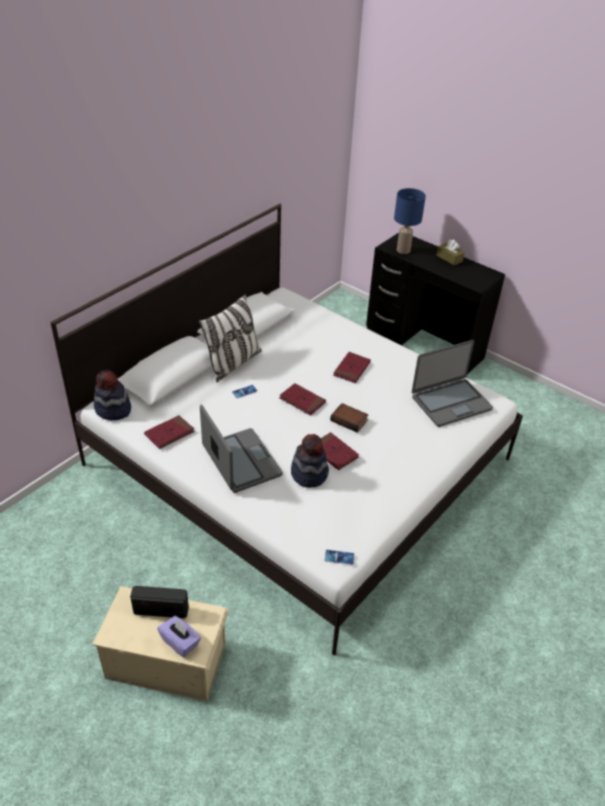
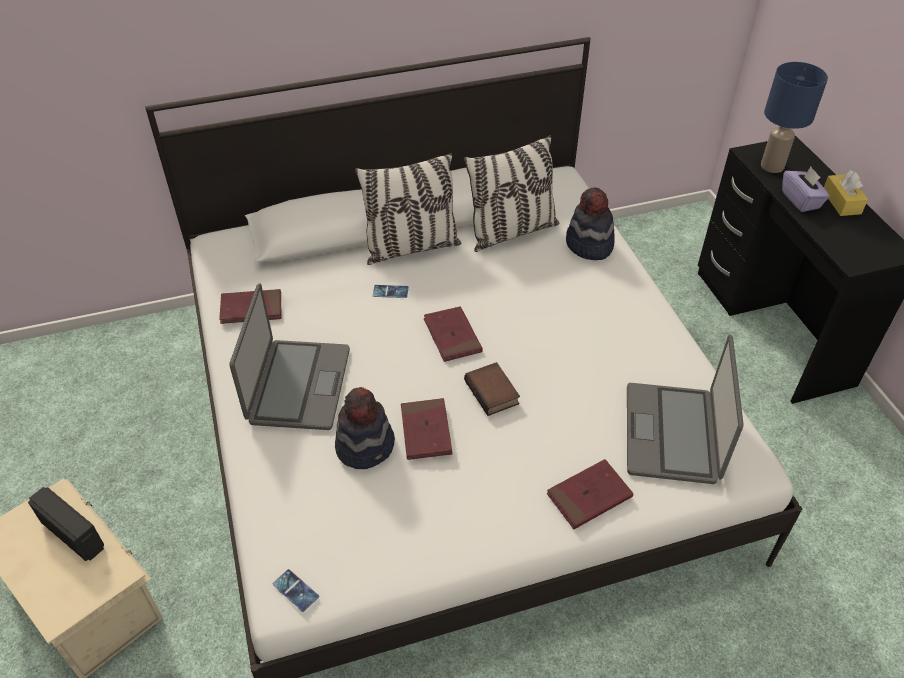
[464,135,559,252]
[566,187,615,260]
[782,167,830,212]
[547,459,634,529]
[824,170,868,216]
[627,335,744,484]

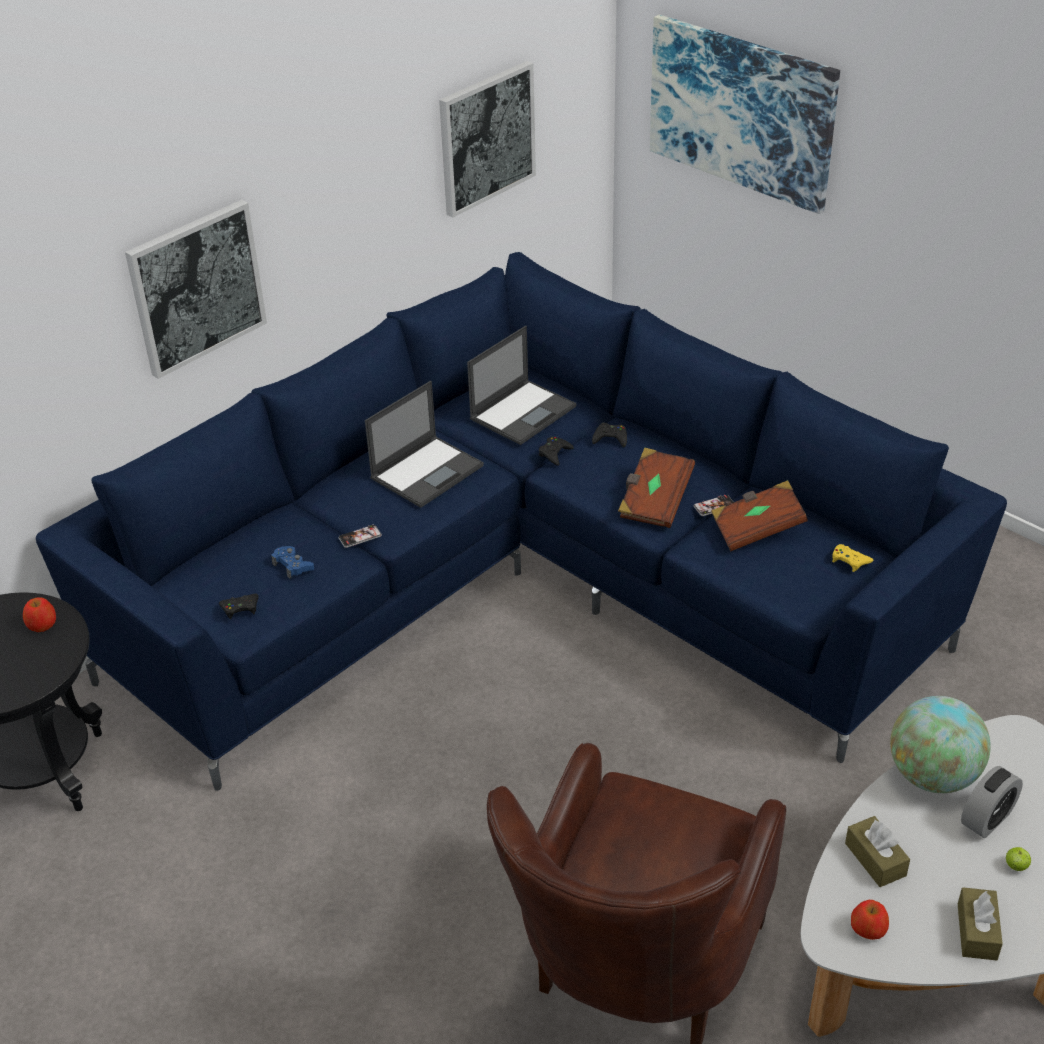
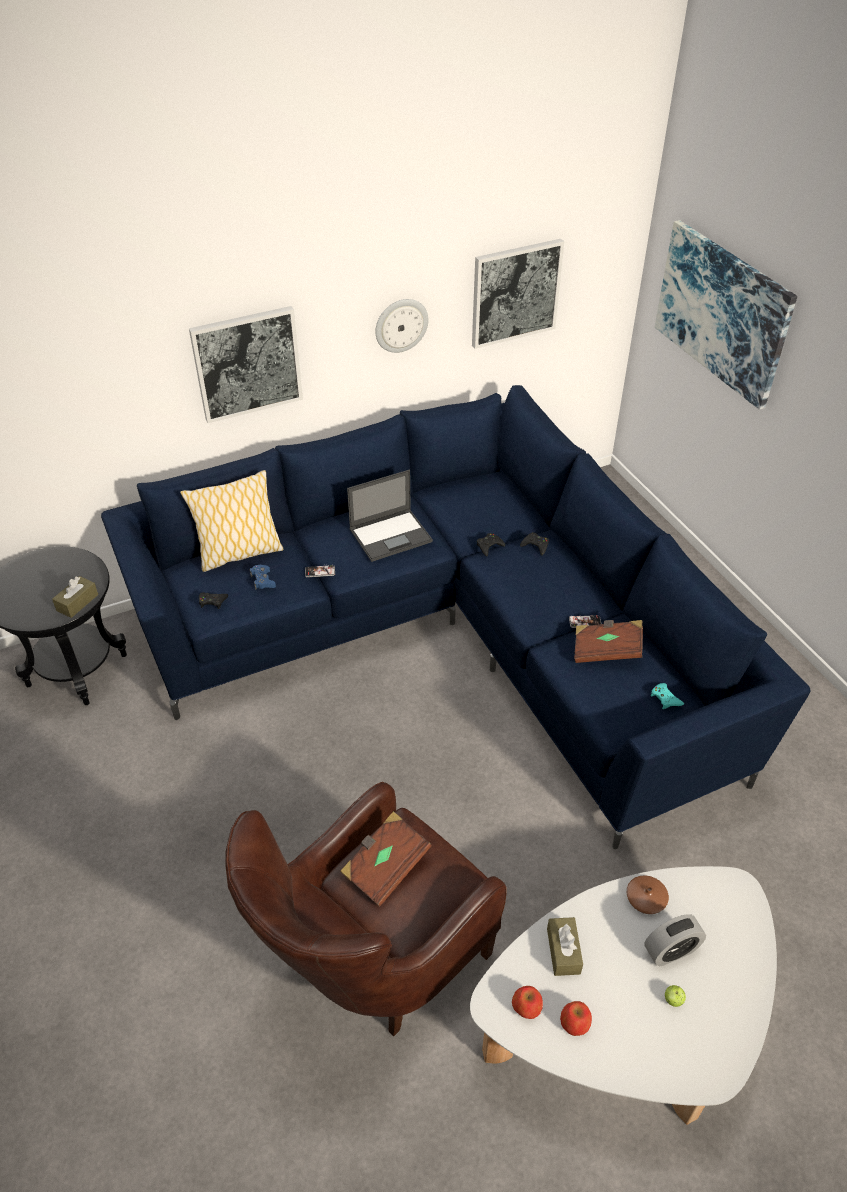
[467,326,577,445] (first image)
[180,470,284,572]
[375,299,428,353]
[560,1001,592,1036]
[340,811,432,907]
[52,576,98,618]
[627,875,669,914]
[651,683,684,709]

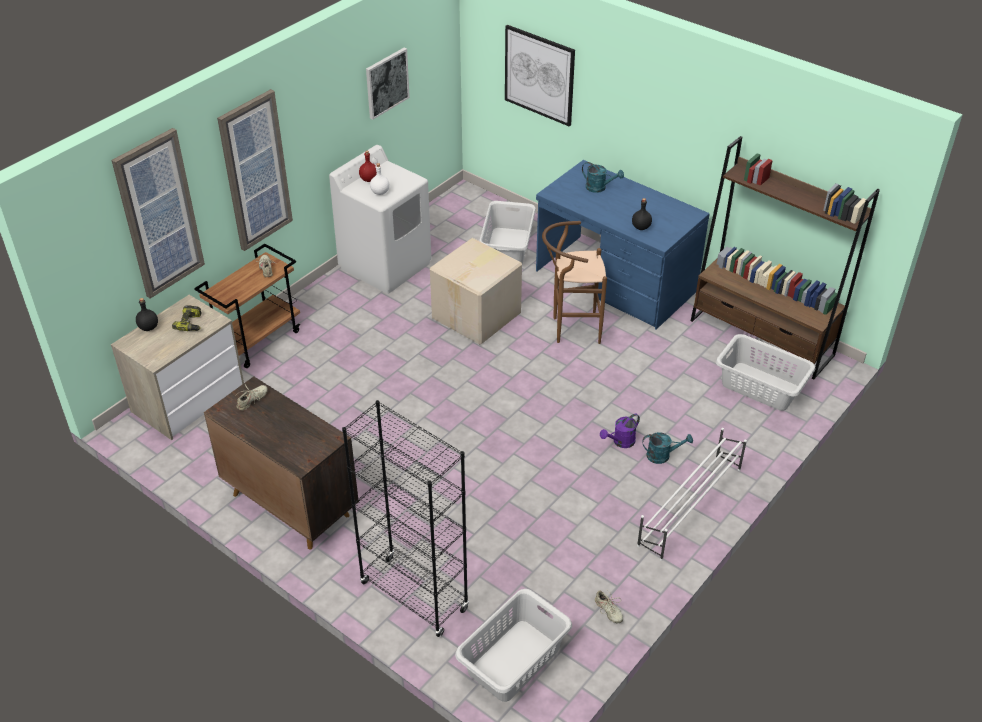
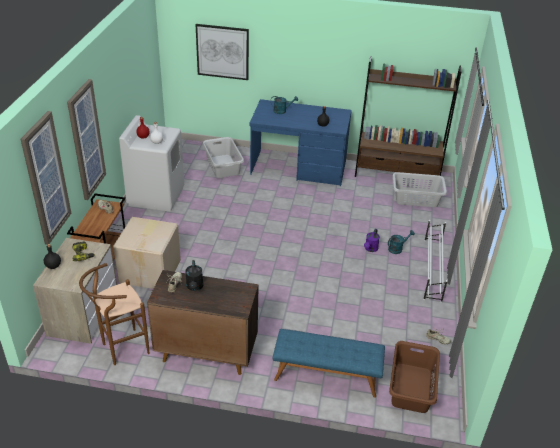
[366,48,410,120] (first image)
[185,260,203,291]
[113,217,181,289]
[79,263,149,365]
[272,329,385,398]
[389,341,440,413]

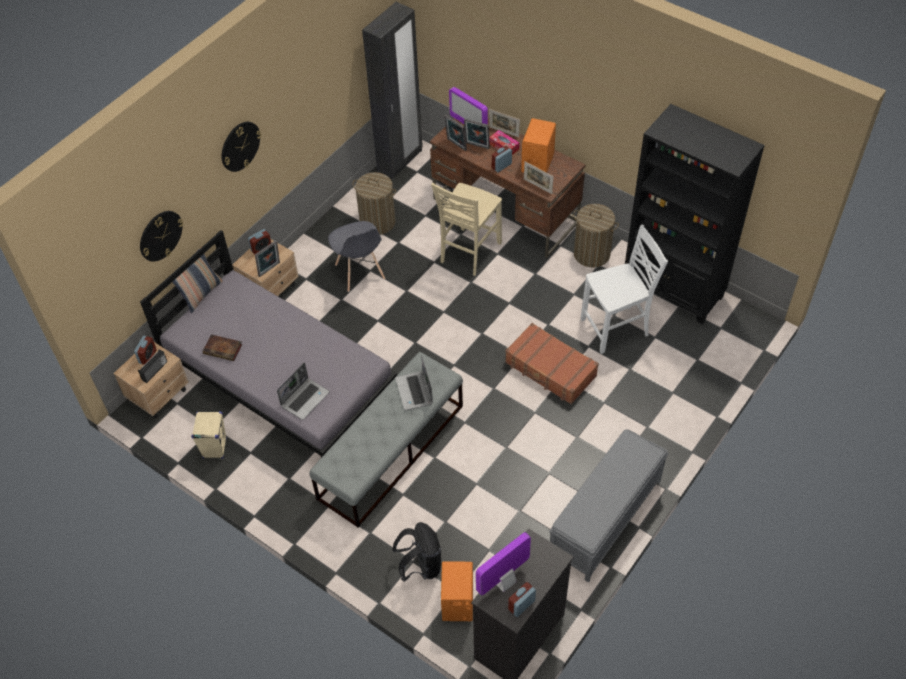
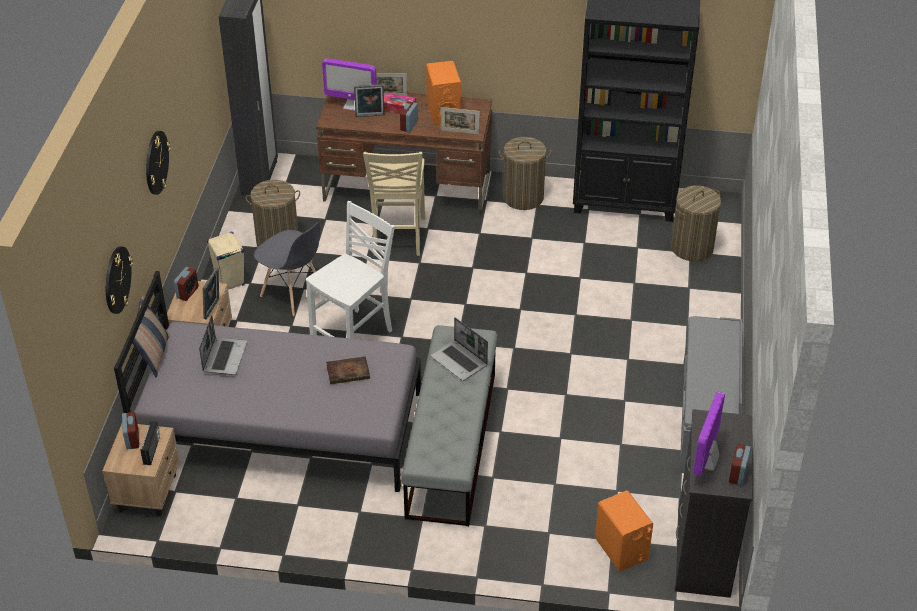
[393,522,442,582] (first image)
[444,115,467,151] (first image)
[505,323,599,404] (first image)
[671,186,721,261]
[207,232,245,290]
[326,356,370,384]
[199,315,247,375]
[306,201,395,339]

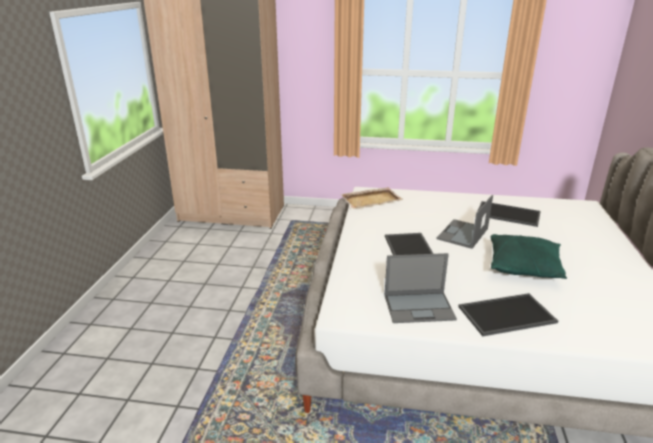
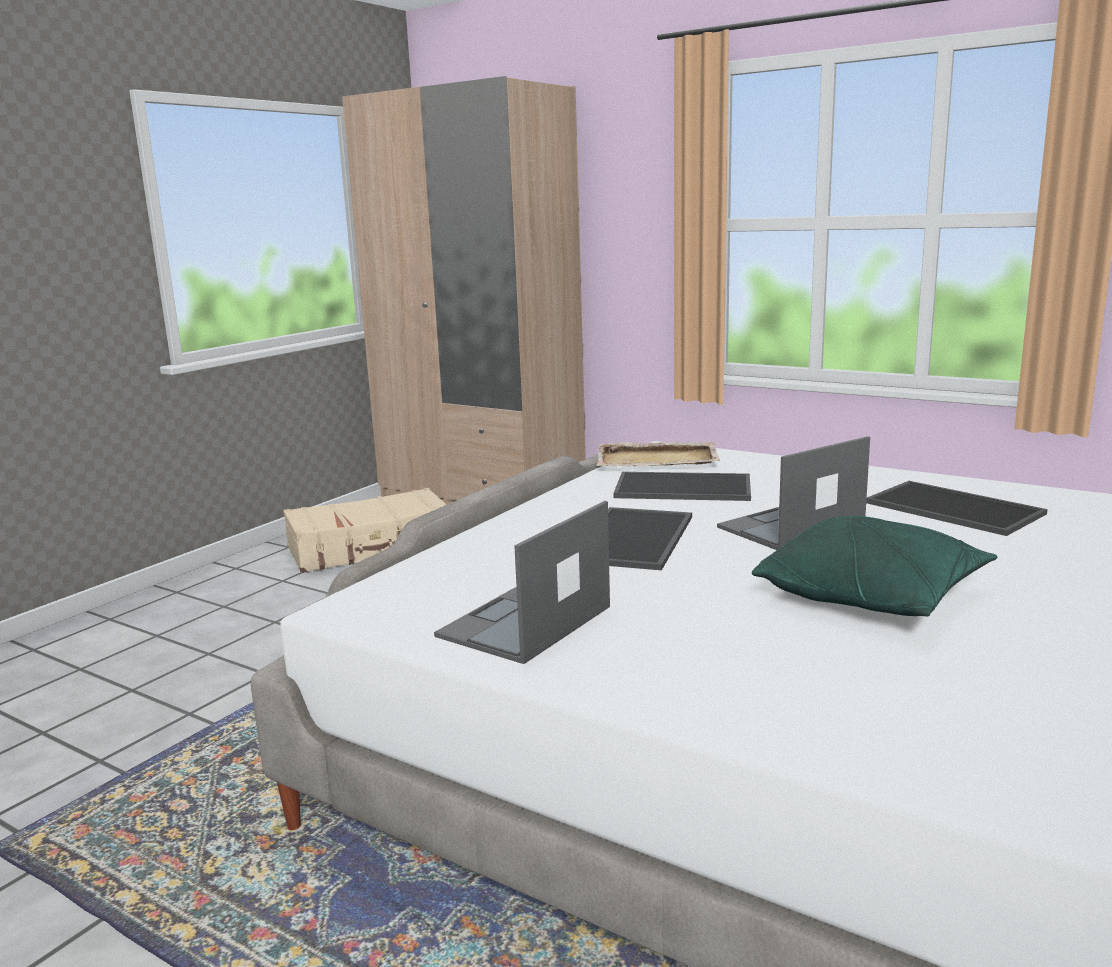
[284,488,447,573]
[613,472,751,501]
[434,501,610,664]

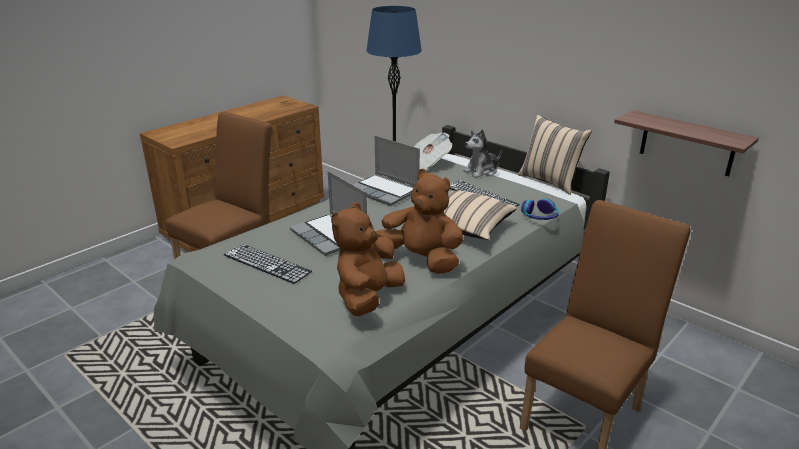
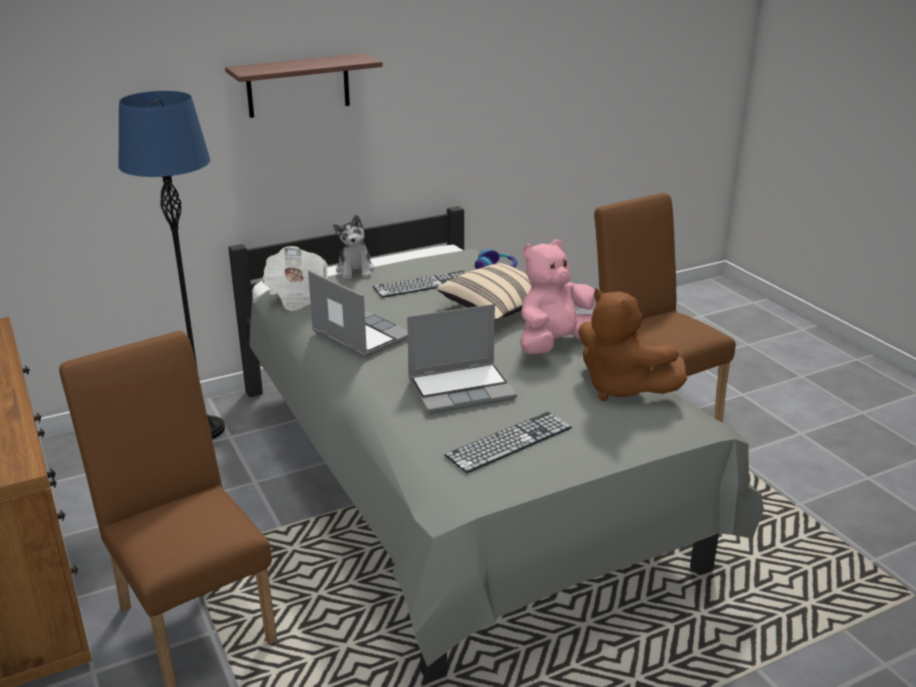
[518,115,592,195] (first image)
[225,53,383,118]
[520,239,595,355]
[308,270,408,357]

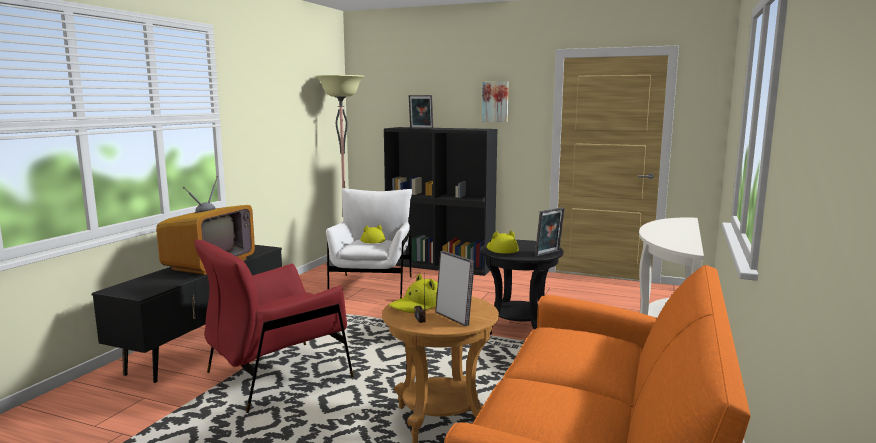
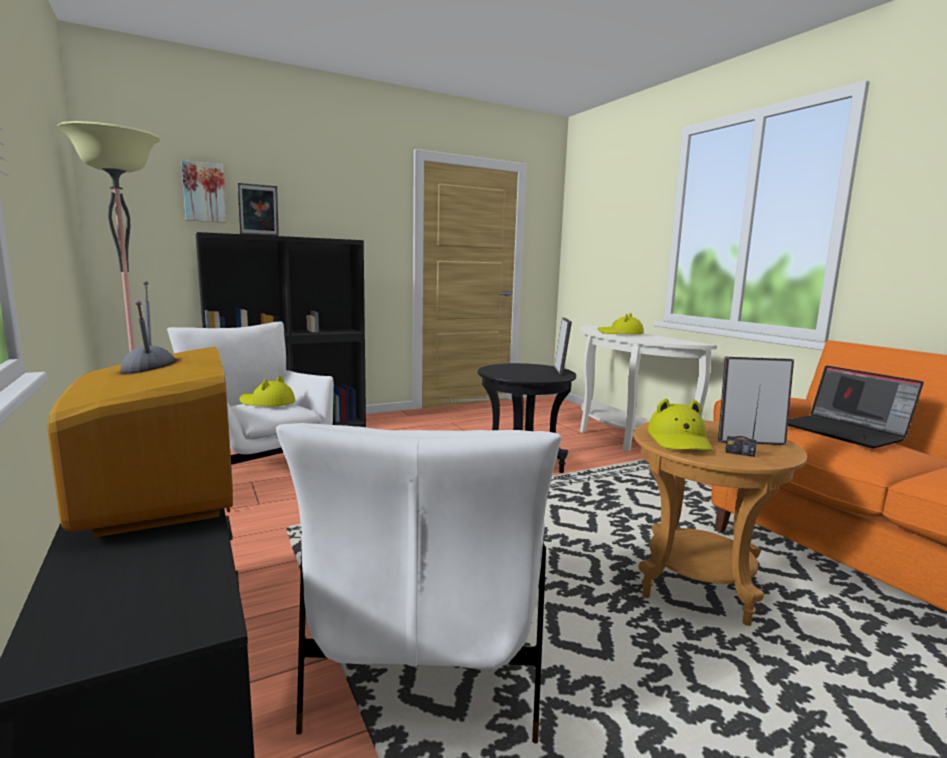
[788,366,924,448]
[181,160,227,223]
[597,313,644,334]
[276,423,562,743]

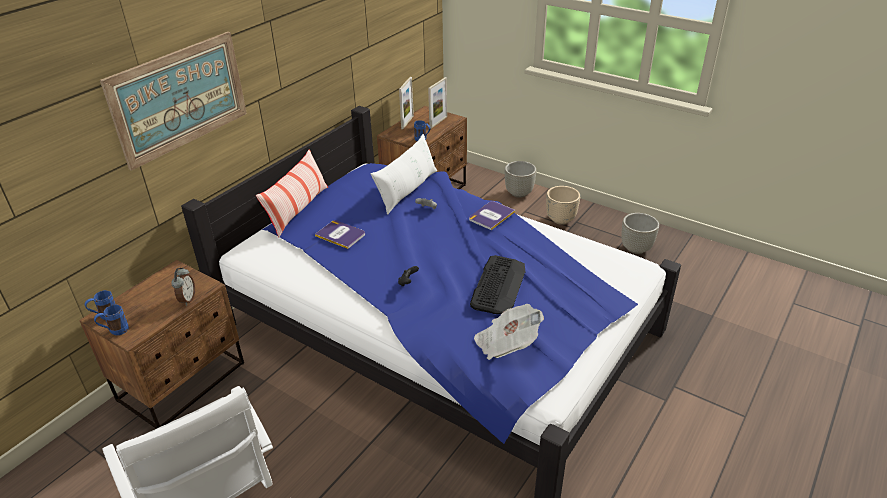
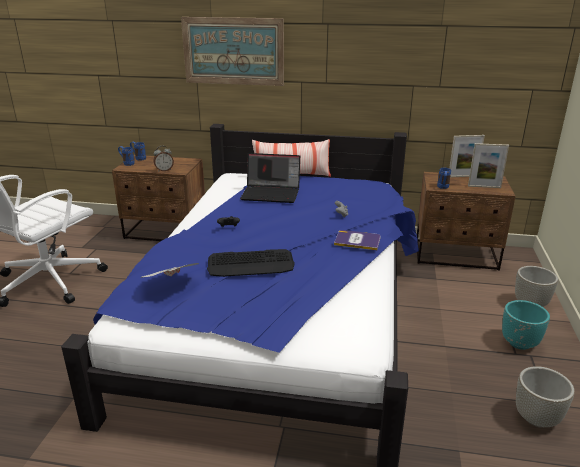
[371,134,437,215] (first image)
[240,153,300,203]
[502,300,550,350]

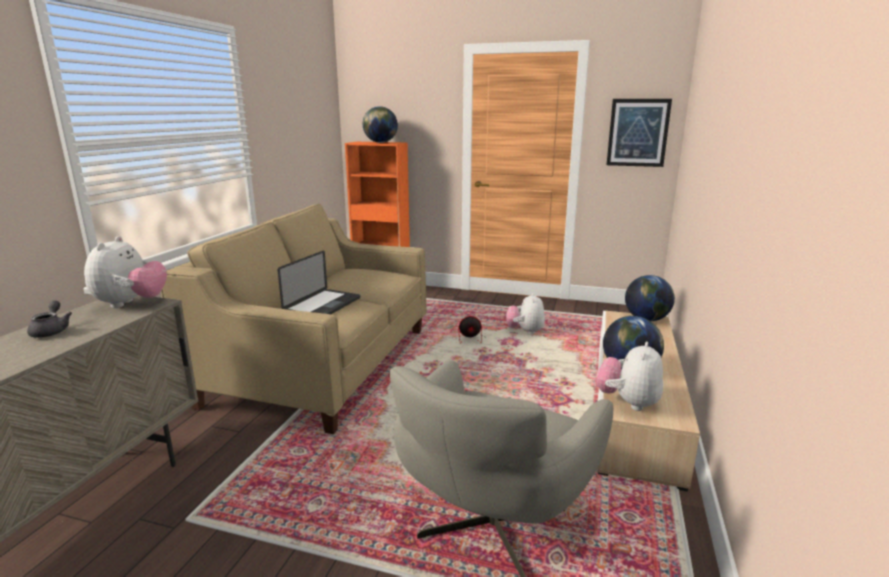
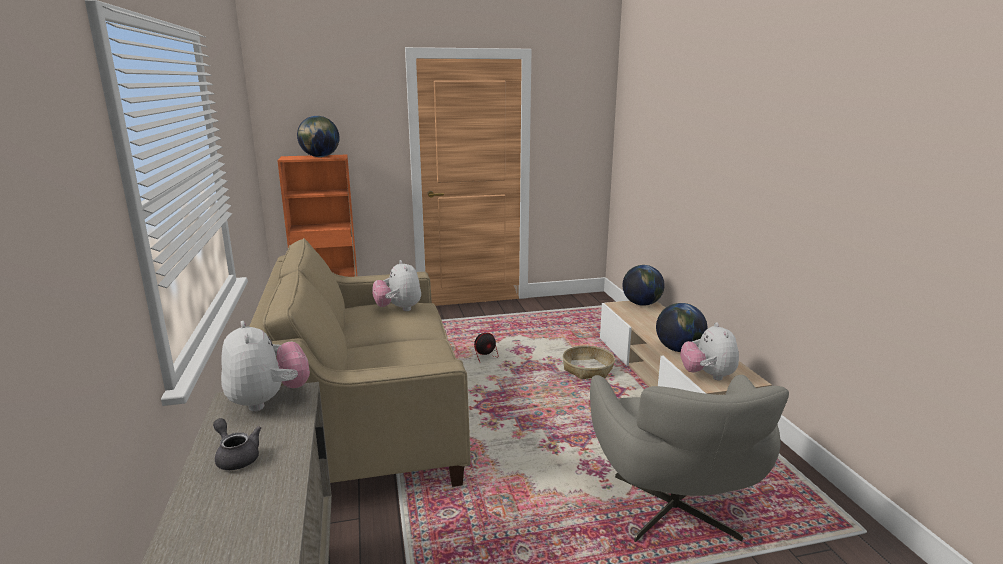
[278,251,360,314] (first image)
[607,99,672,167] (first image)
[563,346,615,379]
[372,260,421,311]

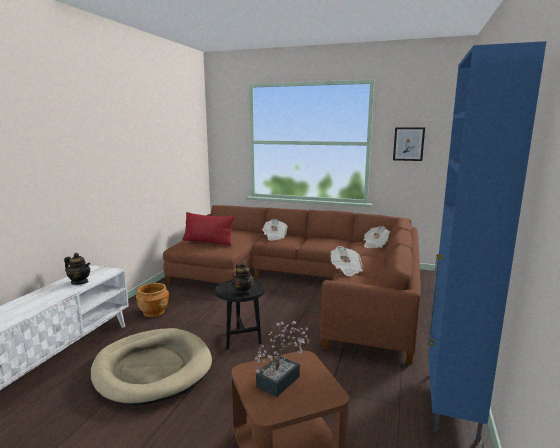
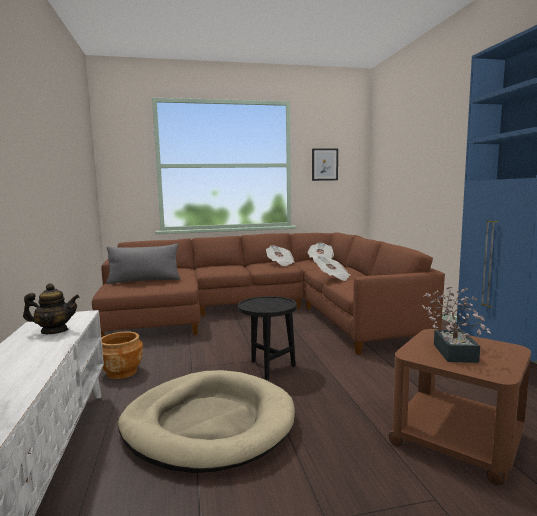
[231,262,254,295] (first image)
[266,245,295,266]
[107,244,180,284]

